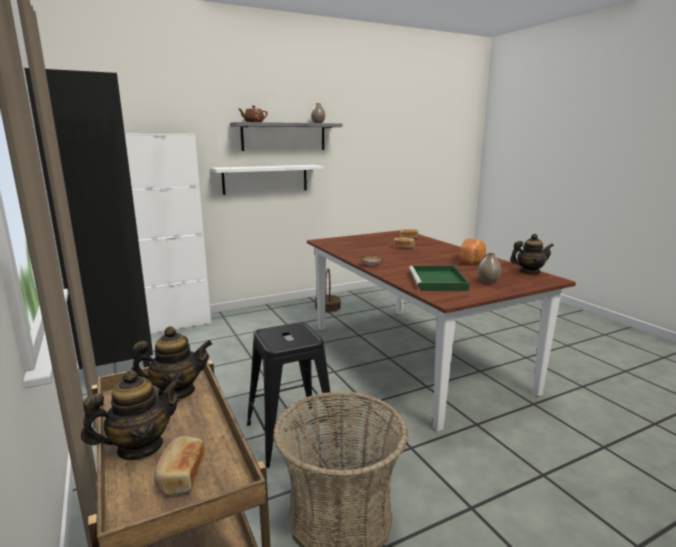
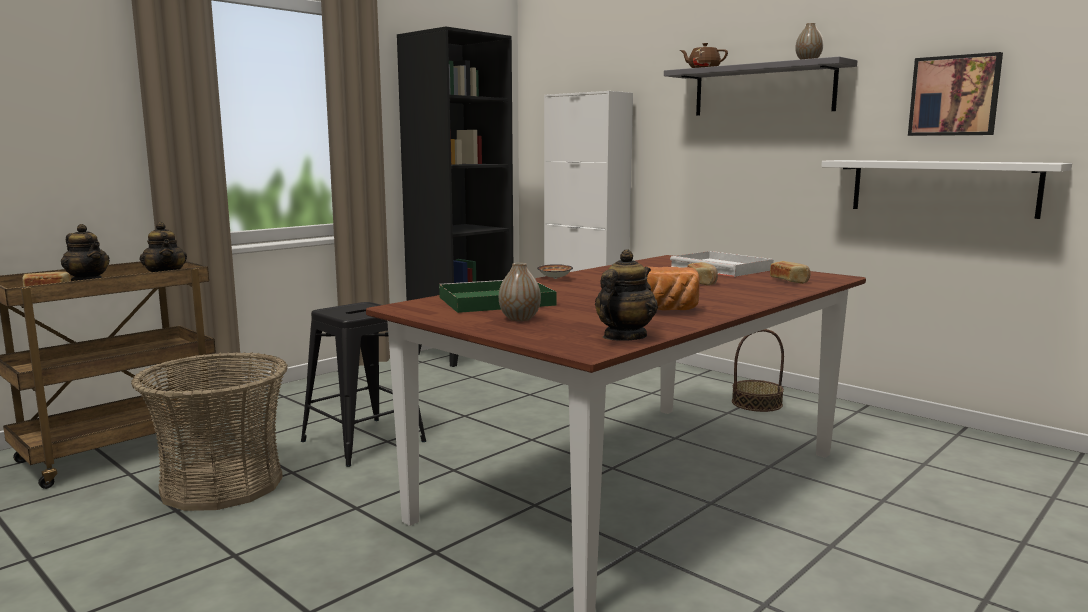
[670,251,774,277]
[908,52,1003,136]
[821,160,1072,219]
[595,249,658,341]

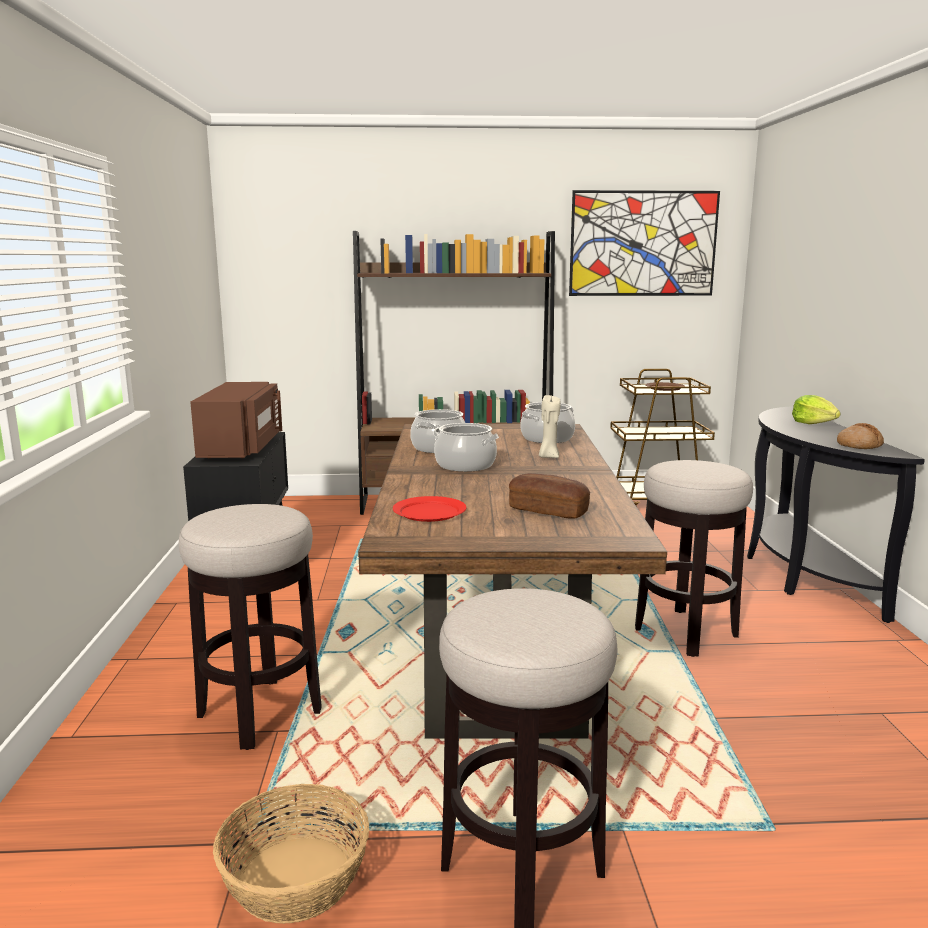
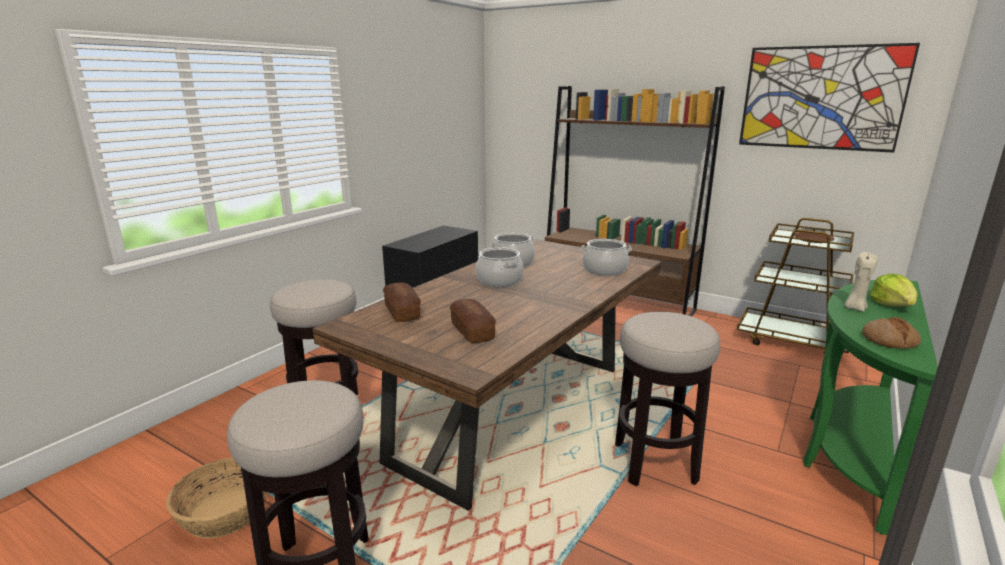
[190,382,282,458] (first image)
[844,252,878,312]
[383,283,421,322]
[803,280,938,535]

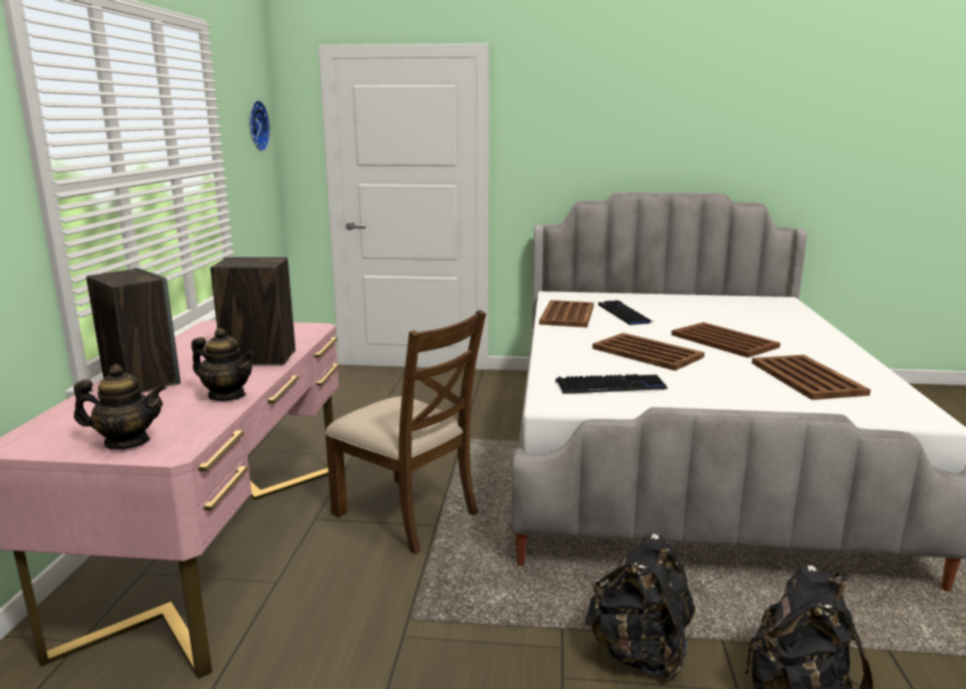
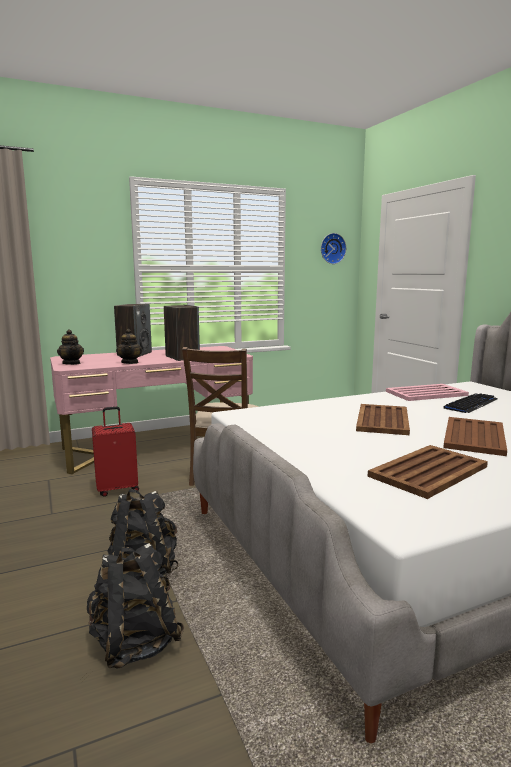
[556,374,668,394] (first image)
[92,407,139,497]
[386,384,469,401]

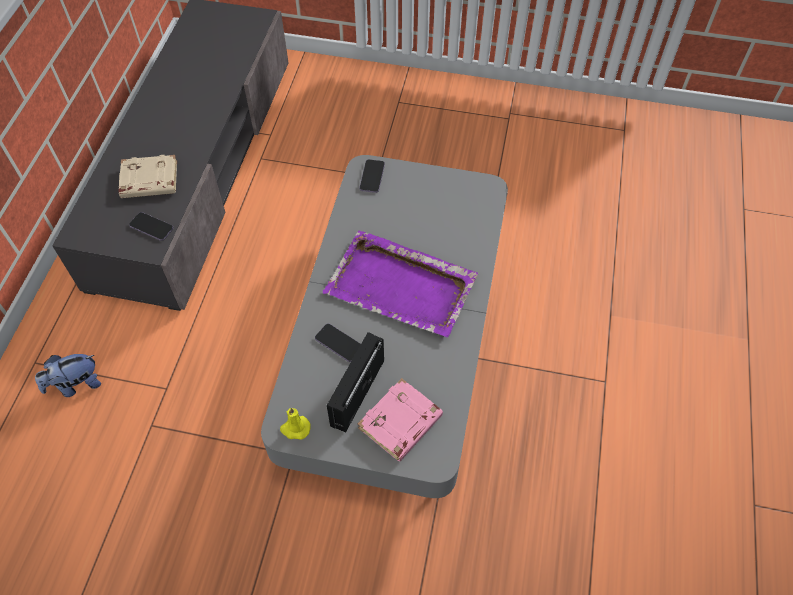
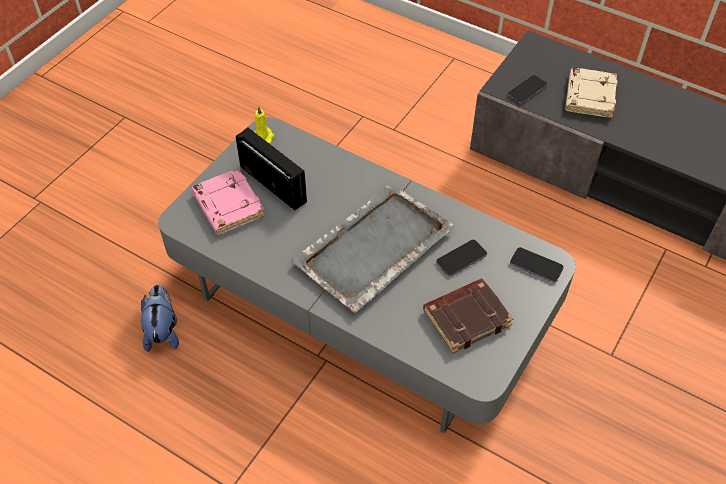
[423,279,513,354]
[141,285,179,352]
[436,239,487,276]
[291,182,455,313]

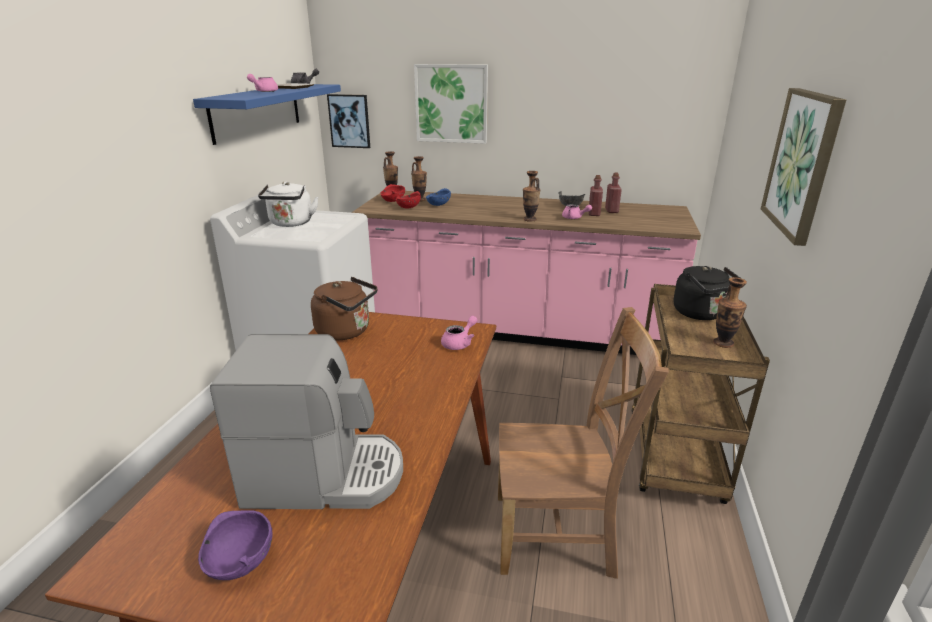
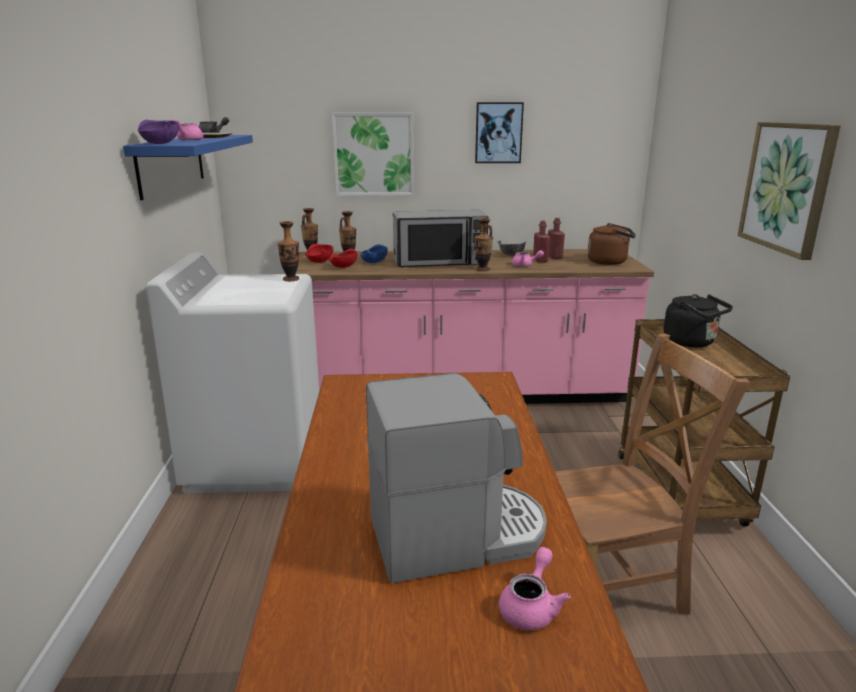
[258,182,318,227] (first image)
[393,210,489,268]
[138,120,179,144]
[587,223,636,265]
[475,102,524,163]
[499,547,570,630]
[278,221,299,281]

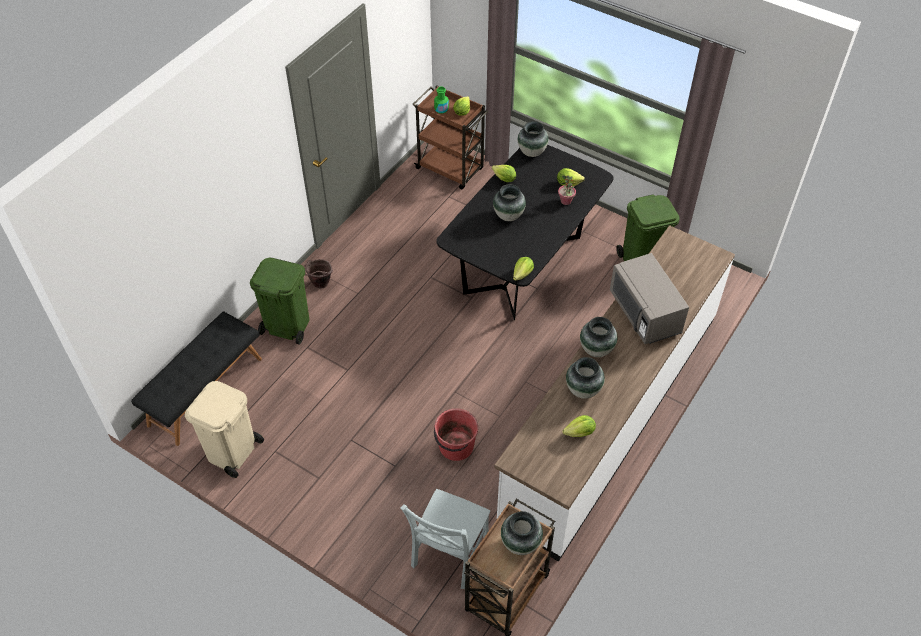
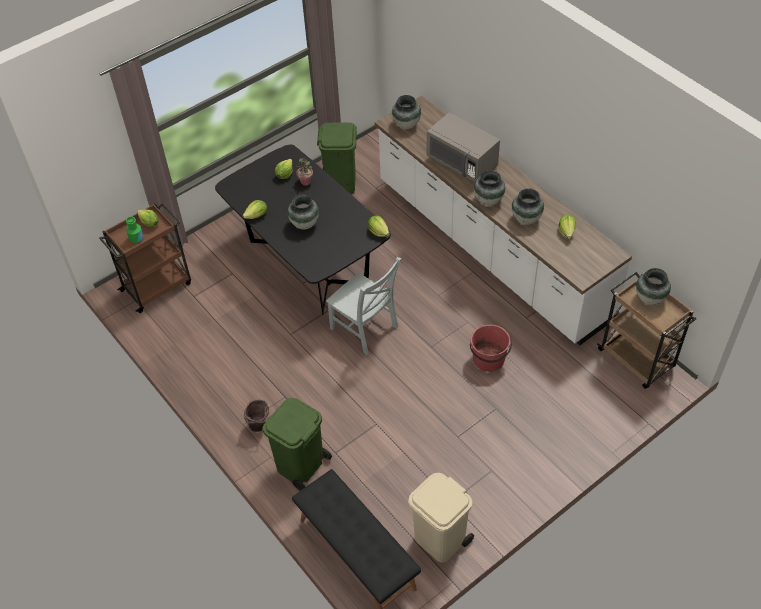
[326,257,401,355]
[392,95,421,129]
[427,112,500,182]

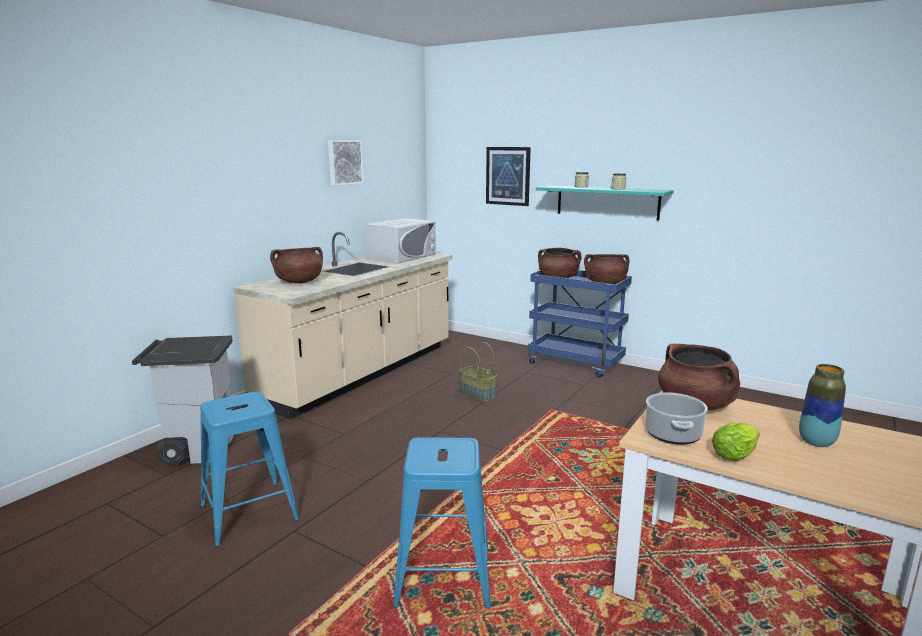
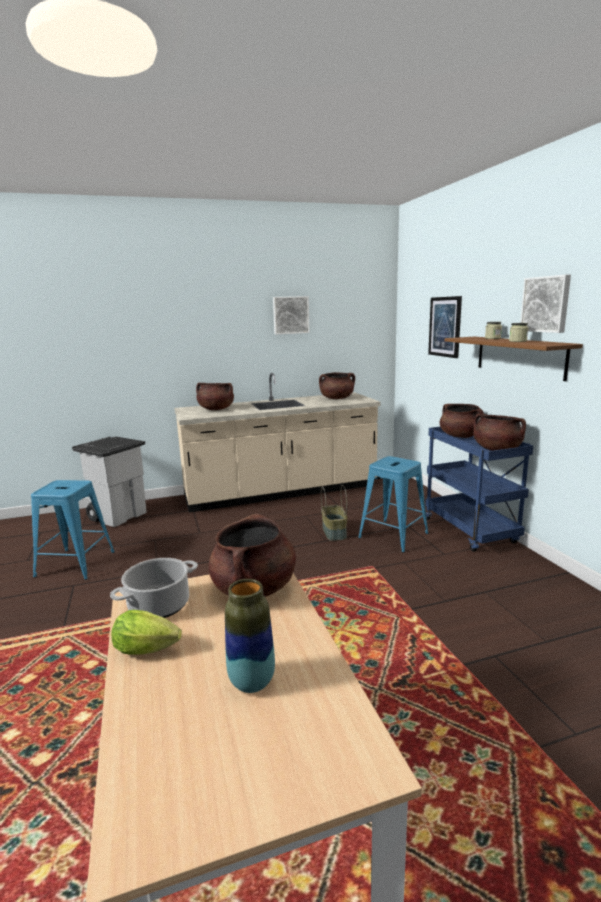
[520,275,571,333]
[358,456,428,553]
[319,372,355,399]
[445,337,583,381]

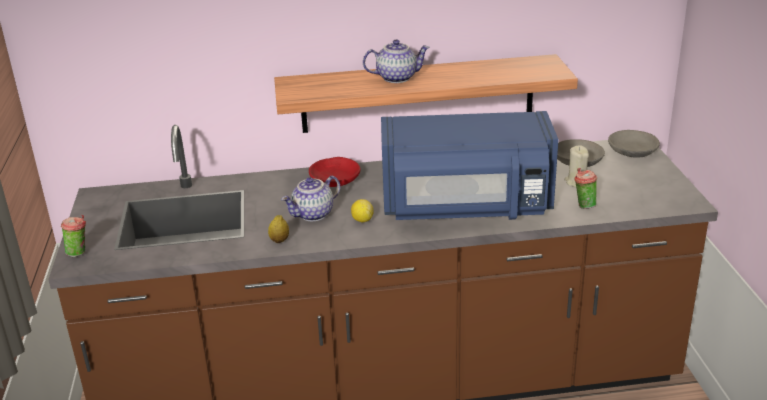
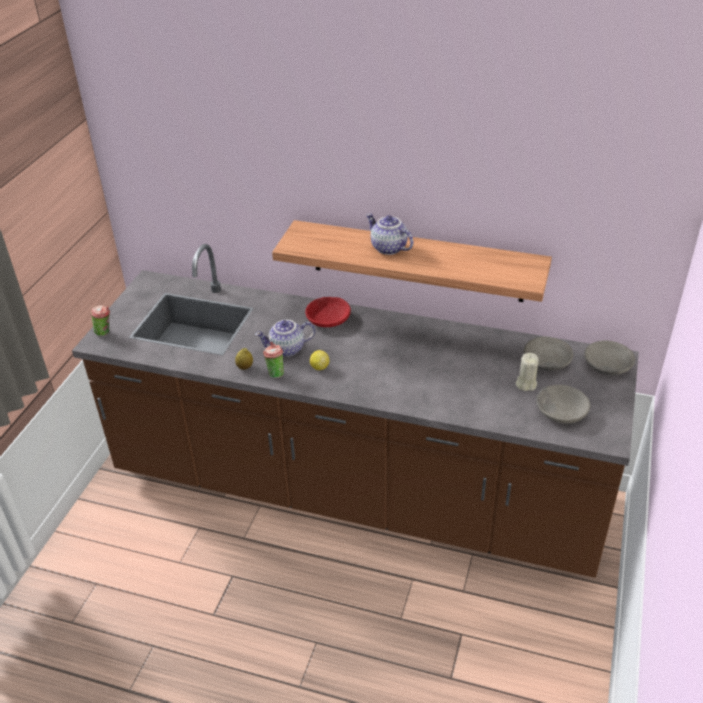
[381,111,559,220] (first image)
[536,385,590,424]
[263,342,284,378]
[366,213,414,255]

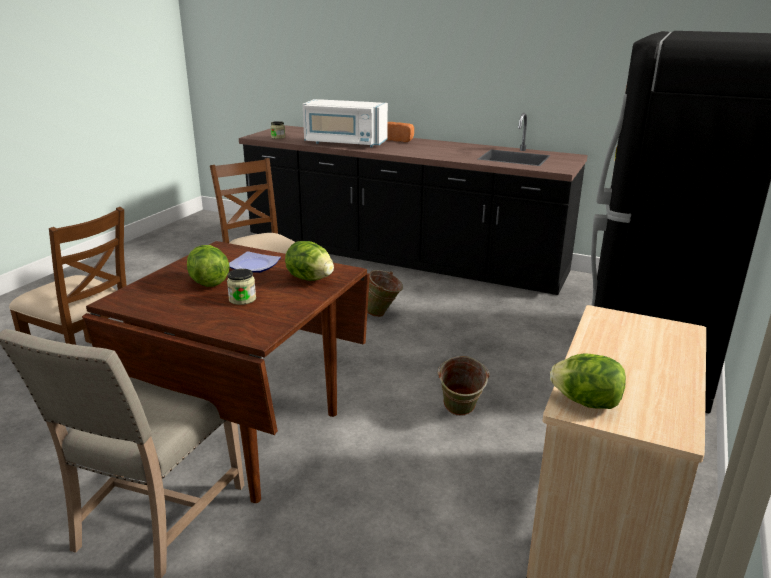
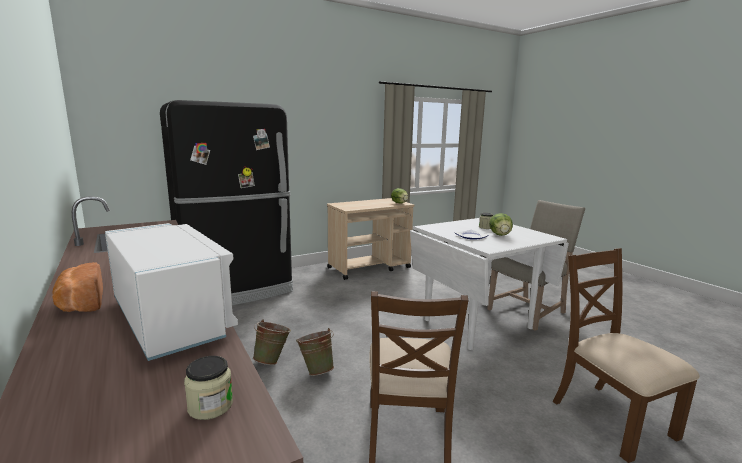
[285,241,334,281] (first image)
[253,319,291,365]
[410,218,569,350]

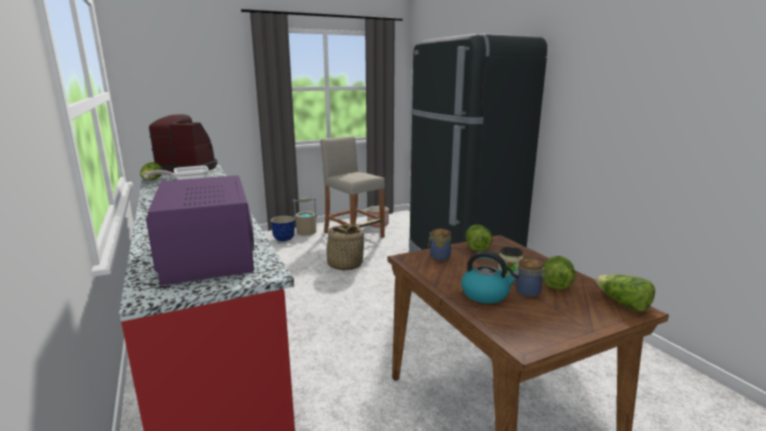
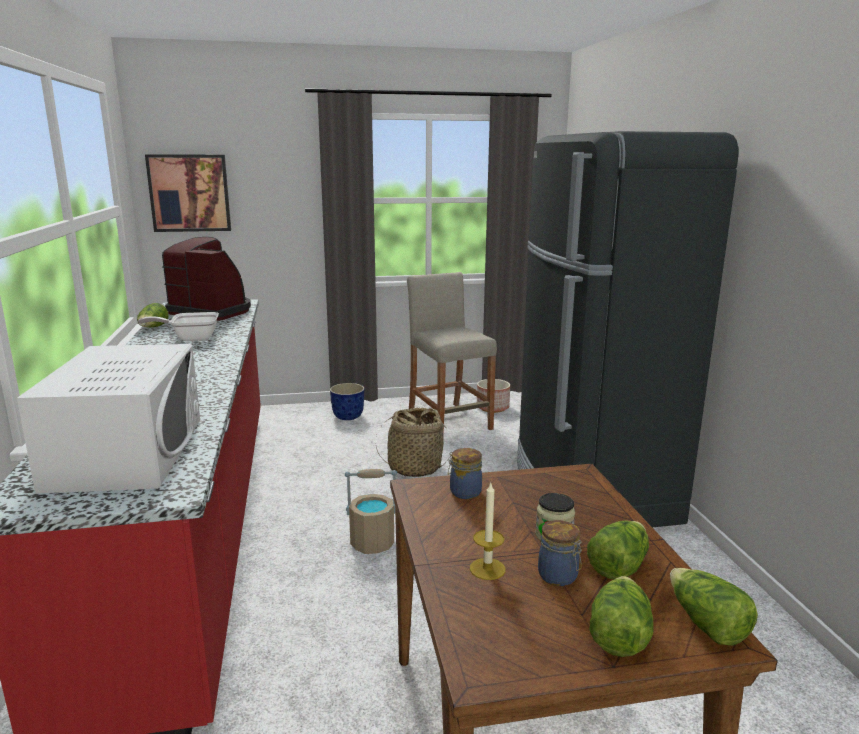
[145,154,231,232]
[345,469,397,554]
[590,576,653,657]
[470,483,506,580]
[17,344,200,494]

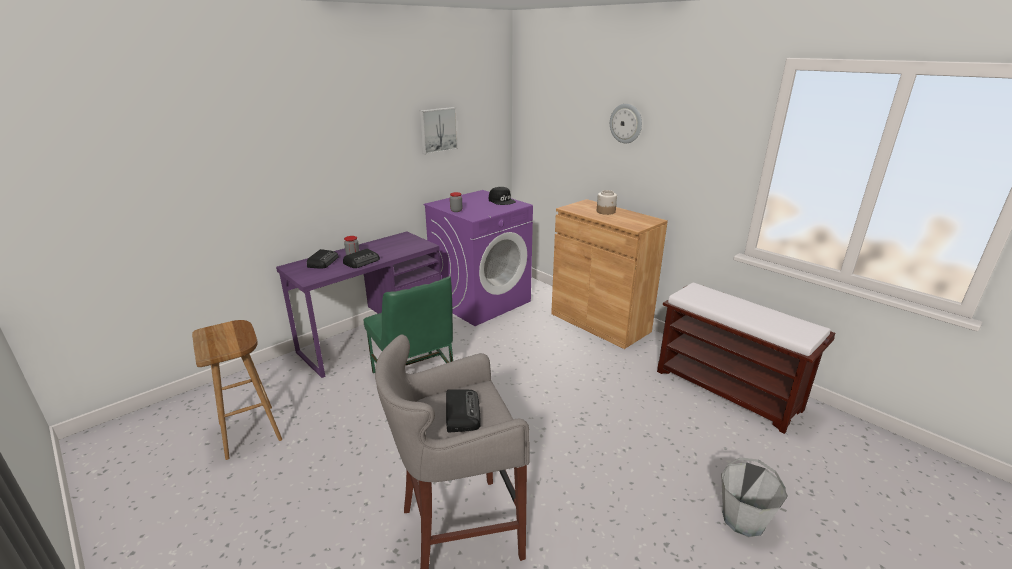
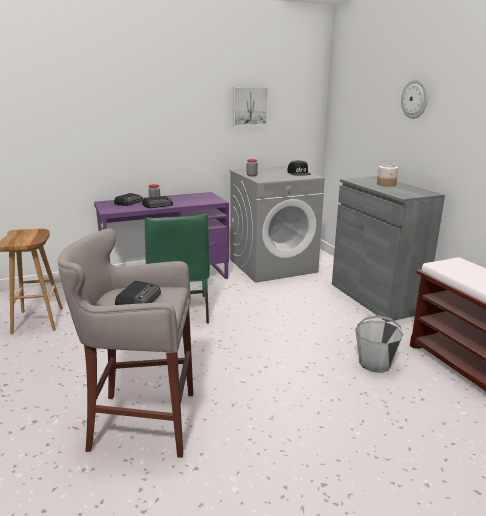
[355,315,403,373]
[230,166,325,283]
[332,176,445,322]

